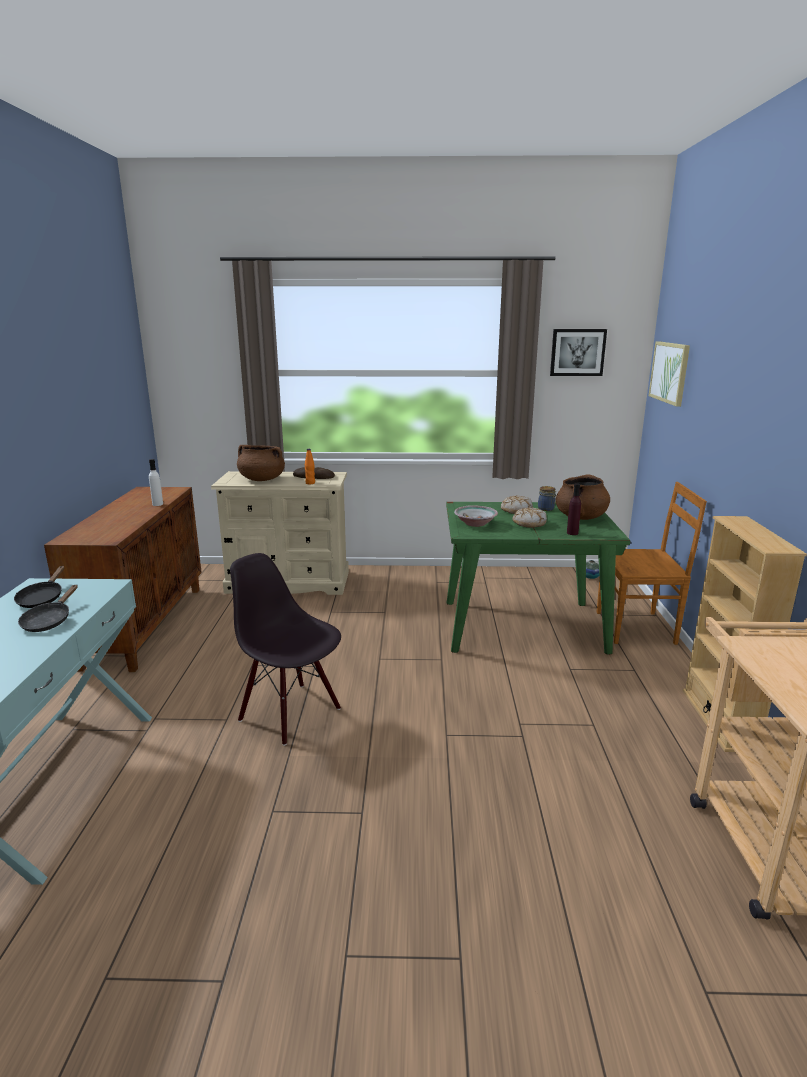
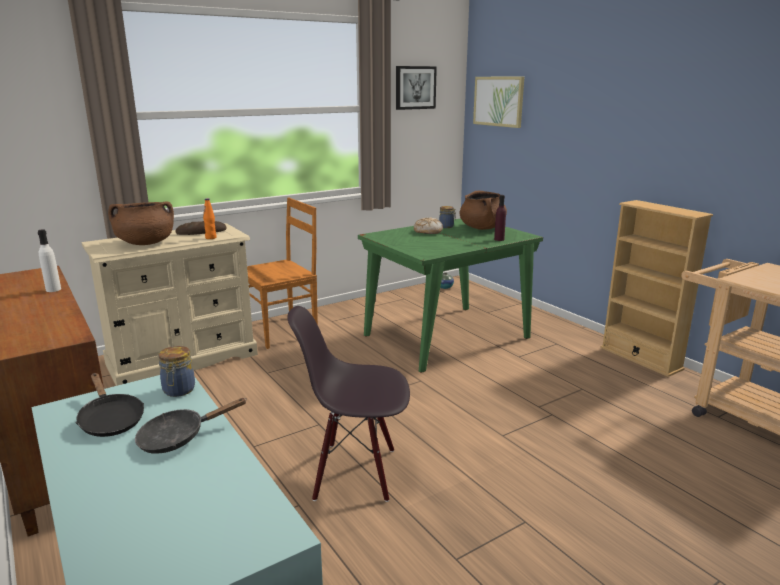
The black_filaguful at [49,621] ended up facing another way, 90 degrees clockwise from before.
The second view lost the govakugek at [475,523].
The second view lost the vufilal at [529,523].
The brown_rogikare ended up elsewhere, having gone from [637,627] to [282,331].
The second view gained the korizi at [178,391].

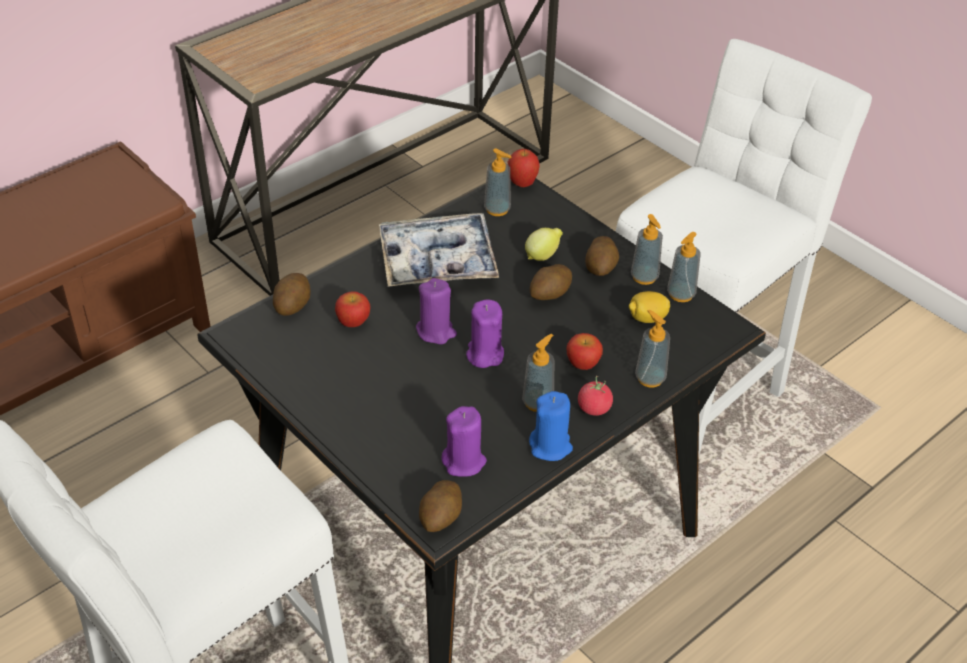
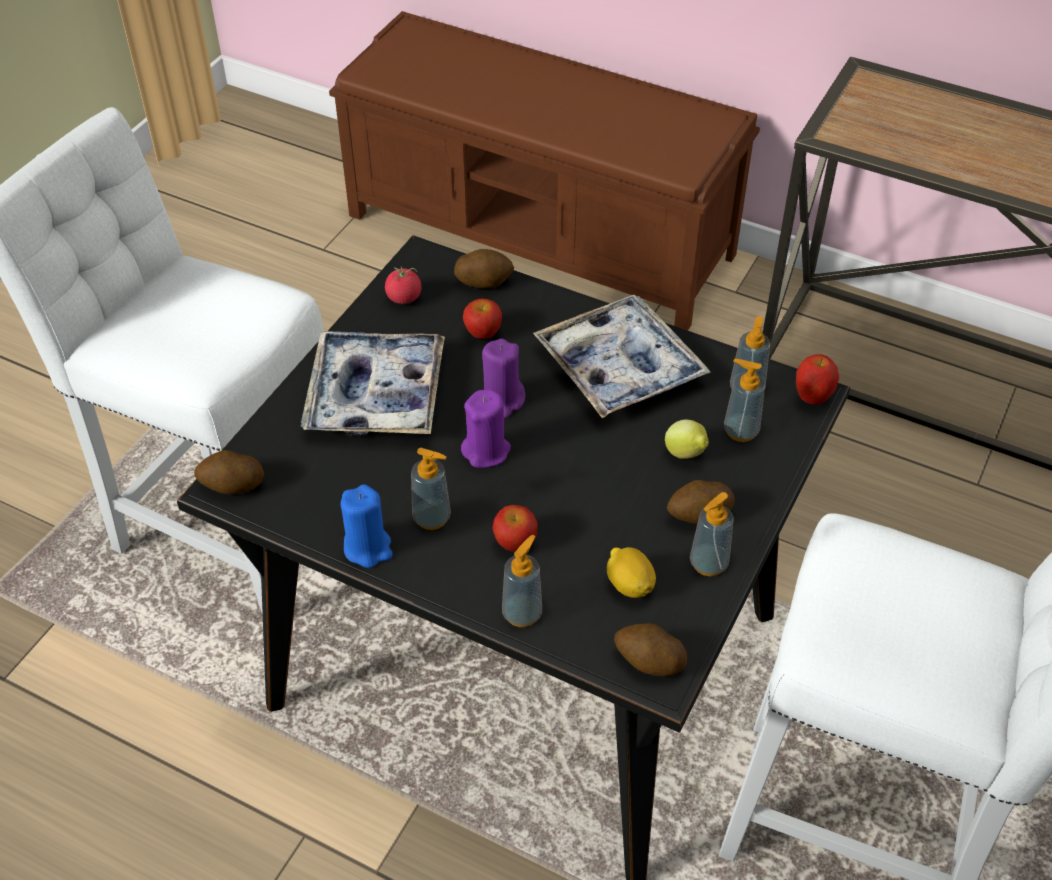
The second view lost the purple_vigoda at [464,461].
The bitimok ended up elsewhere, having gone from [549,294] to [648,661].
The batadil ended up elsewhere, having gone from [594,408] to [404,297].
The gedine ended up elsewhere, having gone from [680,294] to [740,431].
The second view gained the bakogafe at [376,394].

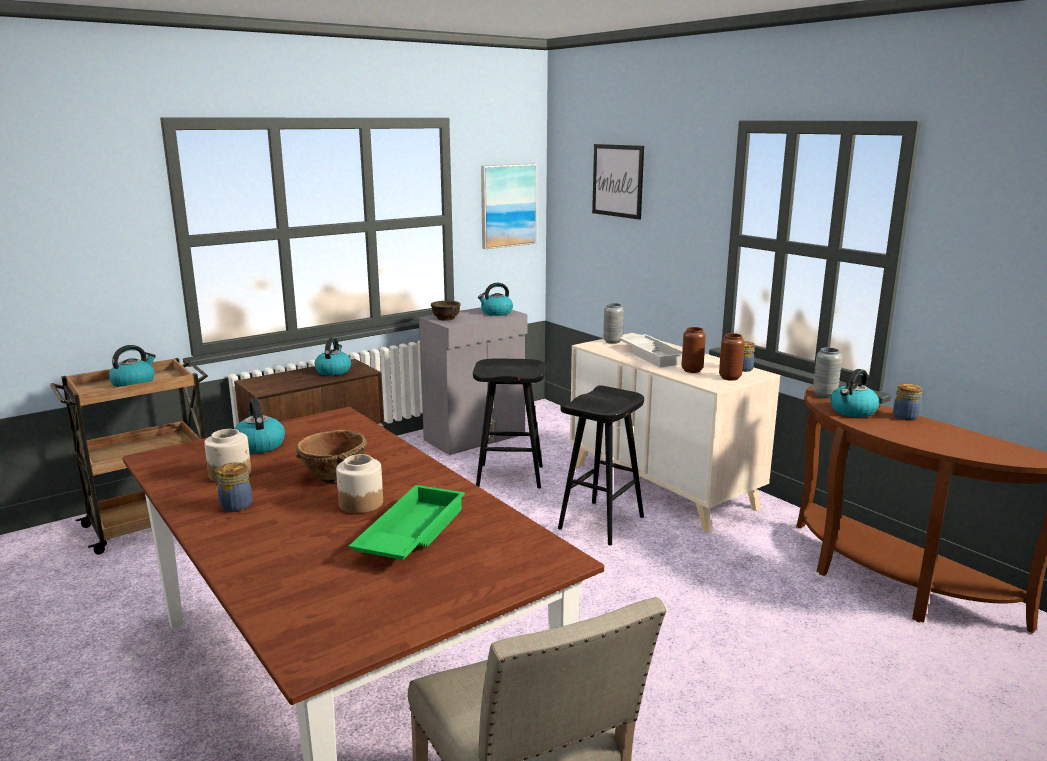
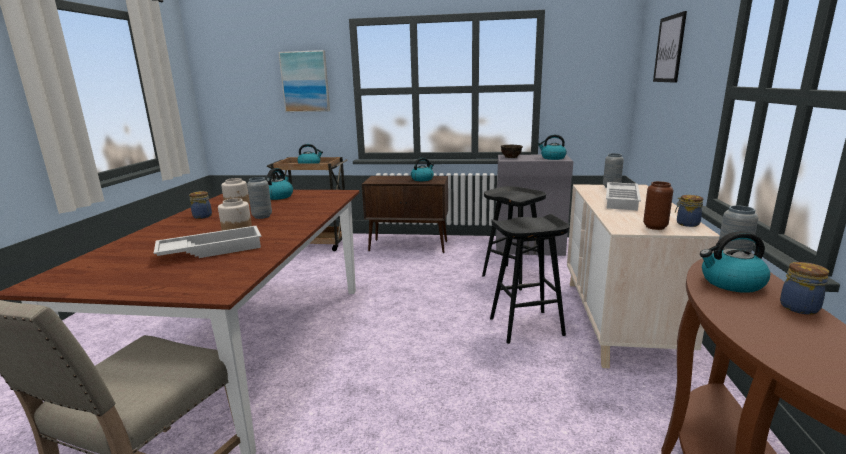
Where the brown_govakugek stood at [333,477], the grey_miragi came to stand at [262,216].
What was the green_bakogafe at [410,533] turned into the white_bakogafe at [212,249].
The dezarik ended up elsewhere, having gone from [508,205] to [305,82].
The second view lost the brown_miragi at [692,370].

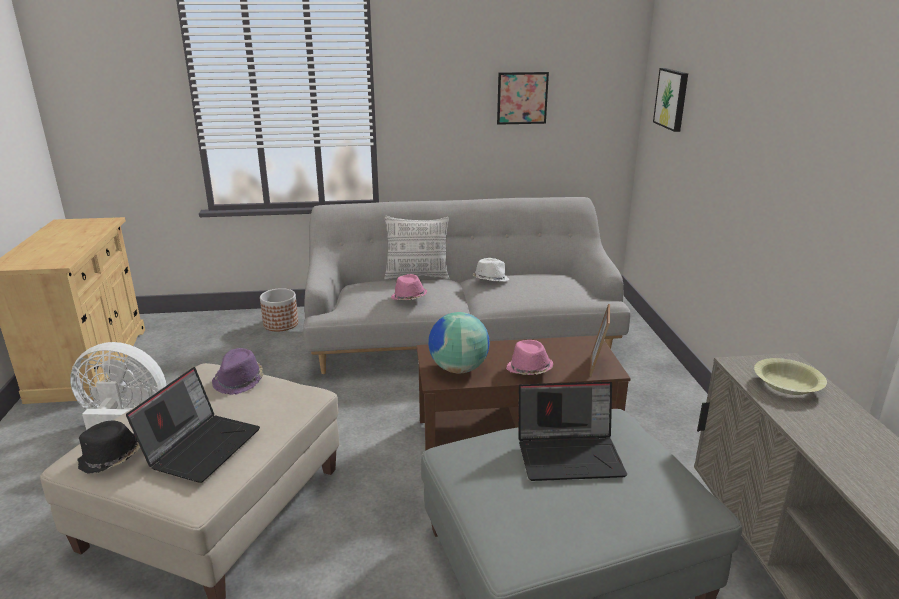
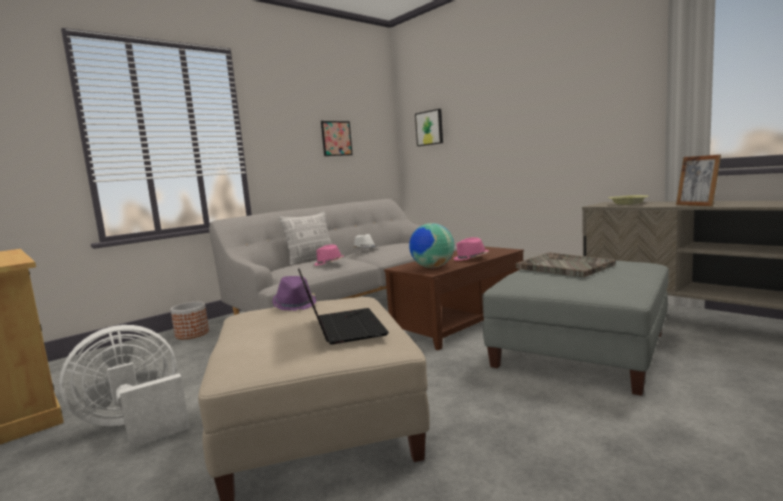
The second view lost the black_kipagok at [111,458].
Where the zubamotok stood at [570,454], the grey_bakogafe came to stand at [563,266].
The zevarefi ended up elsewhere, having gone from [597,366] to [696,205].

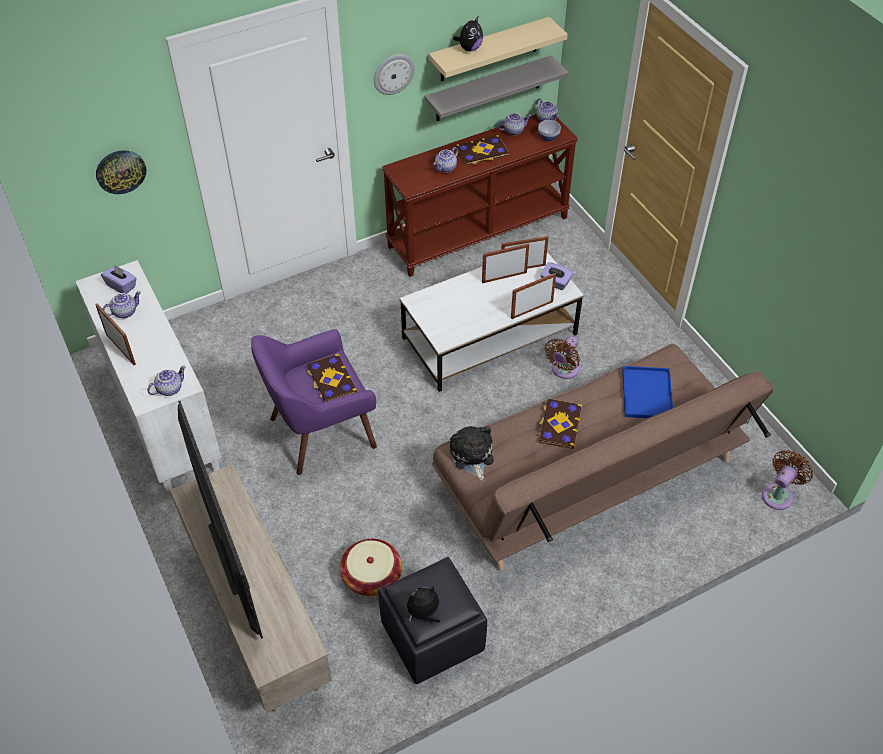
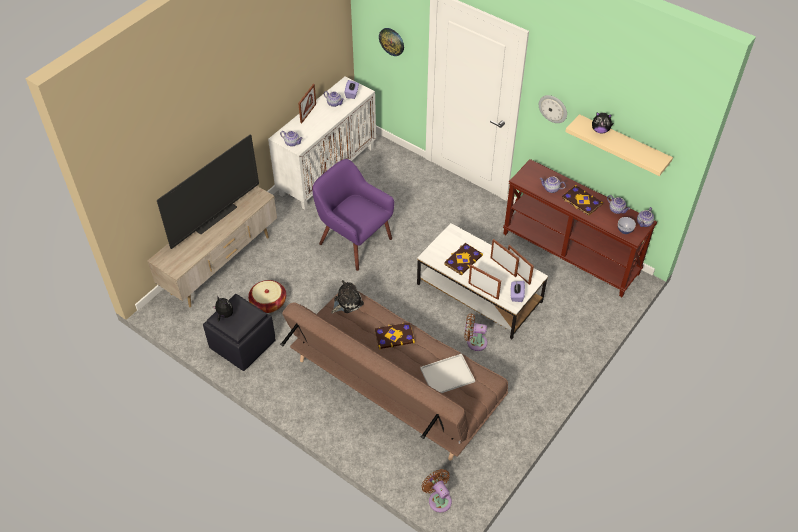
The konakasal ended up elsewhere, having gone from [331,380] to [462,259].
The second view lost the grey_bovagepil at [488,89].
What was the blue_bakogafe at [646,392] turned into the white_bakogafe at [448,374].
The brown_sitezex at [779,494] ended up facing another way, 135 degrees counterclockwise from before.

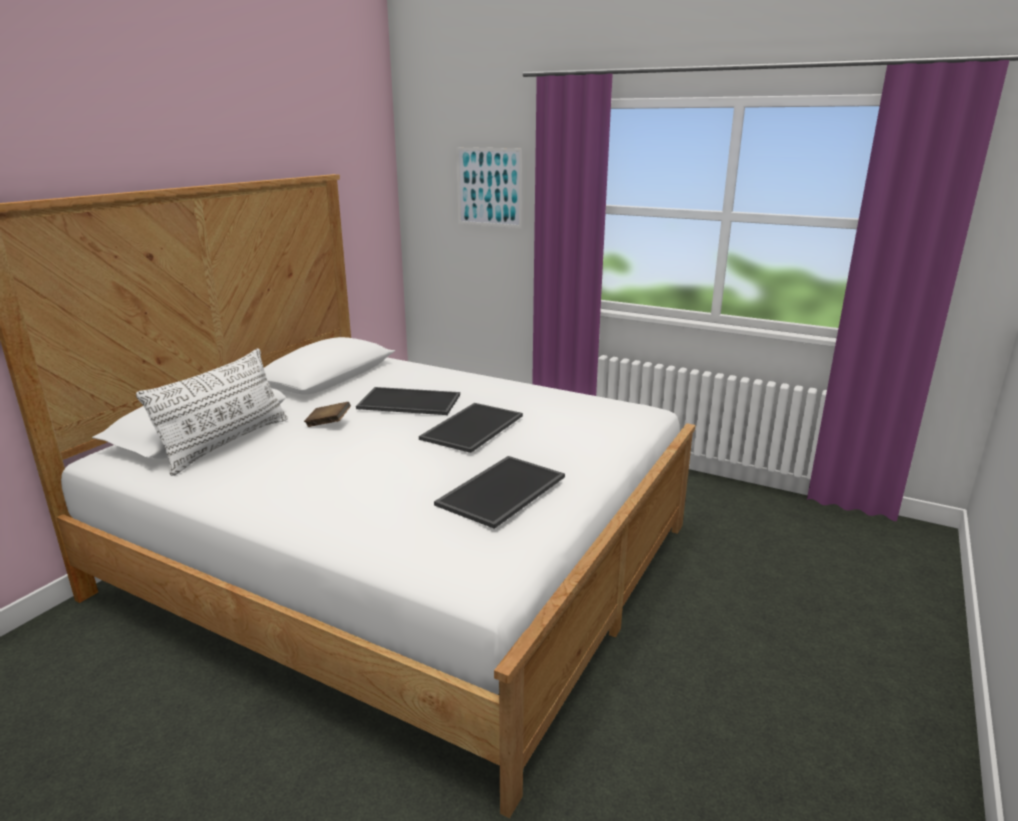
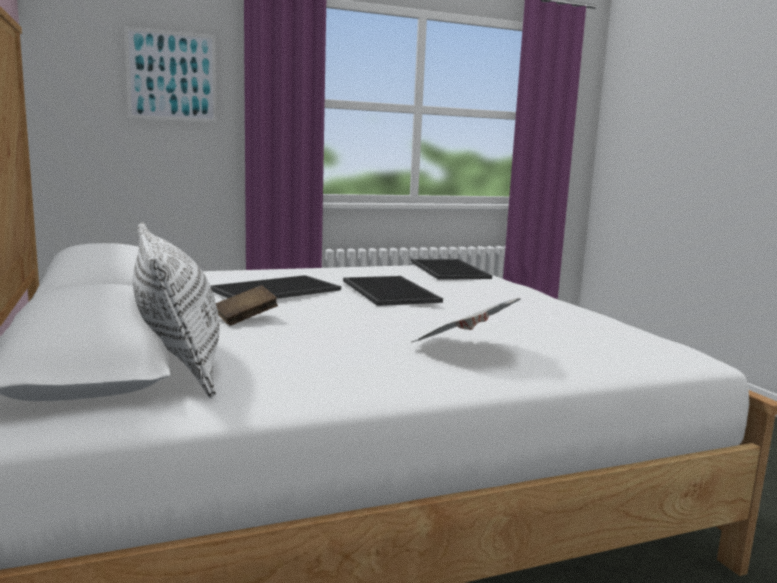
The bakogafe ended up elsewhere, having gone from [501,489] to [447,270].
The second view gained the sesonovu at [463,349].

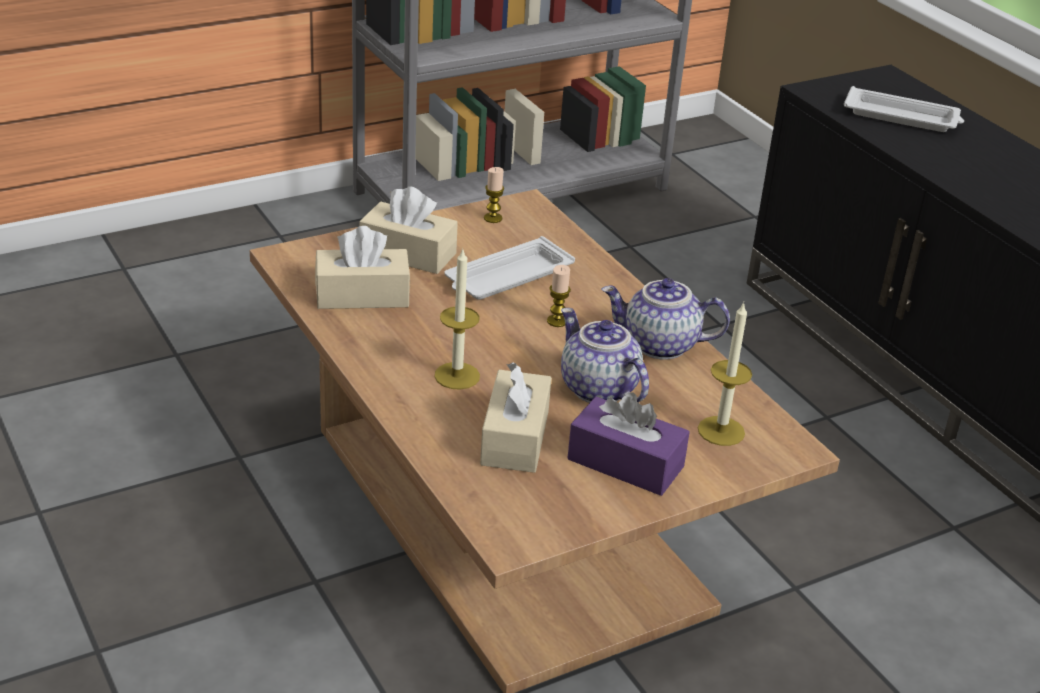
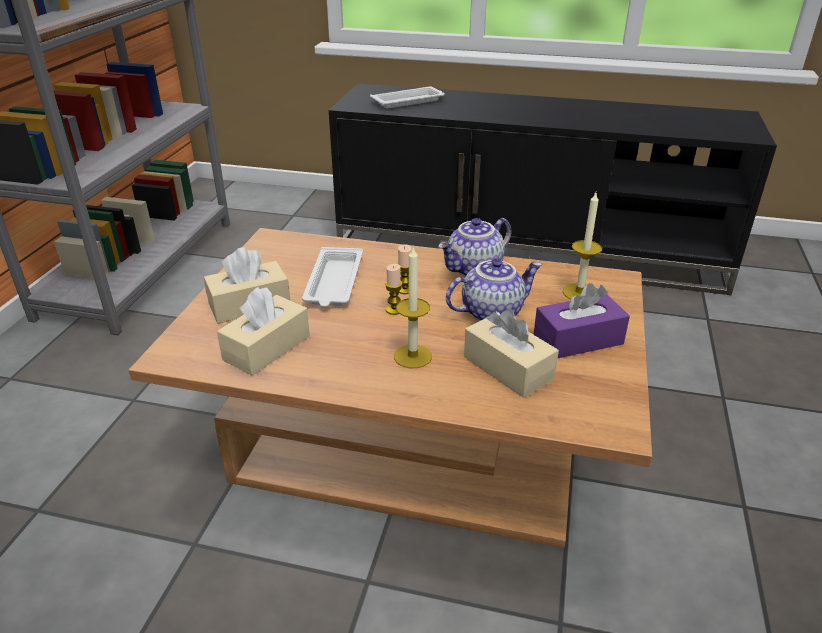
The vigoda ended up elsewhere, having gone from [493,218] to [394,310].
The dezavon at [596,389] ended up facing another way, 150 degrees clockwise from before.

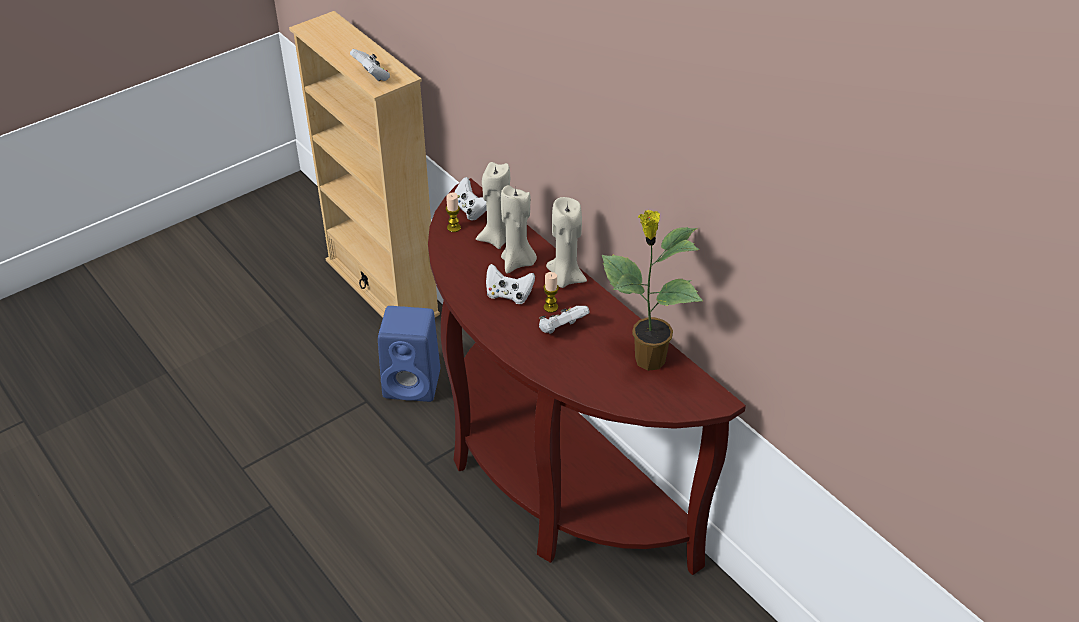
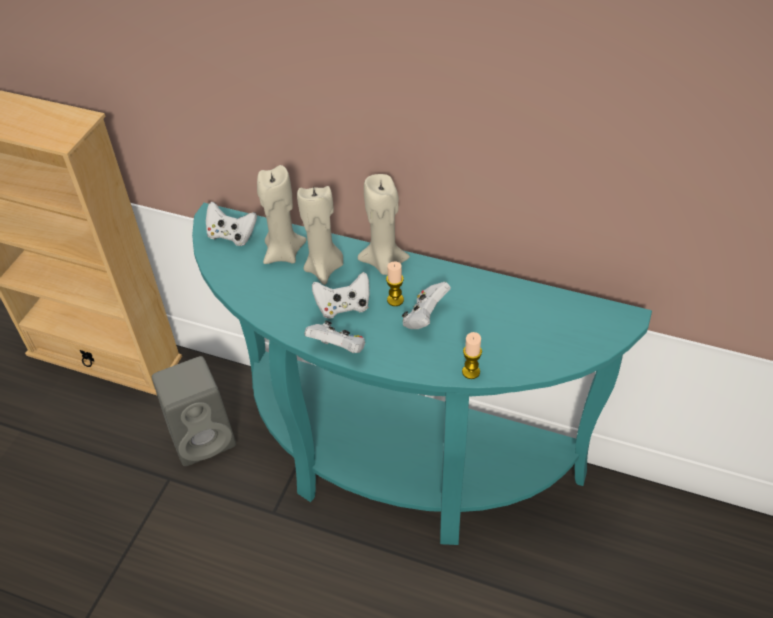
The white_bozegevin ended up elsewhere, having gone from [372,76] to [338,349].
What was the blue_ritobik at [414,383] turned into the grey_ritobik at [204,436].
What was the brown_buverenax at [547,479] turned into the turquoise_buverenax at [396,465].
The vigoda ended up elsewhere, having gone from [453,228] to [471,372].
The second view lost the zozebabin at [647,359].

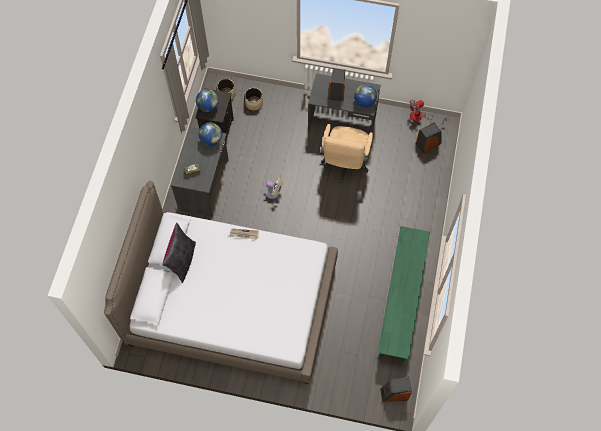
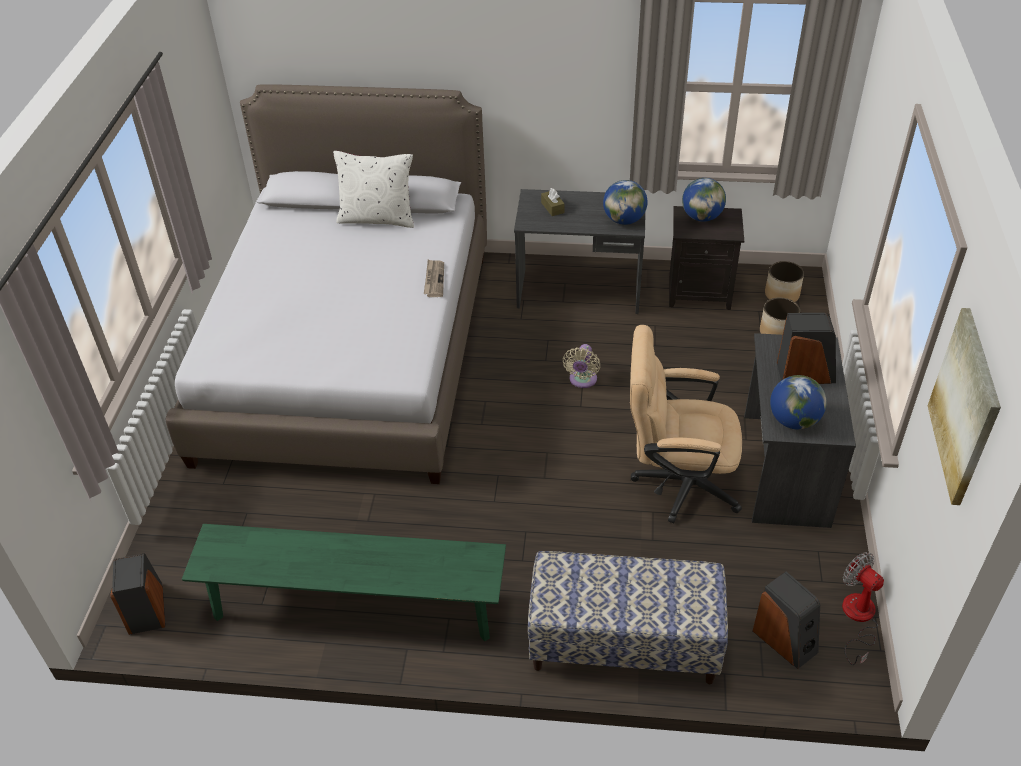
What was the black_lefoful at [182,260] turned into the white_lefoful at [377,218].
The second view gained the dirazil at [623,644].
The second view gained the dezarik at [965,406].

